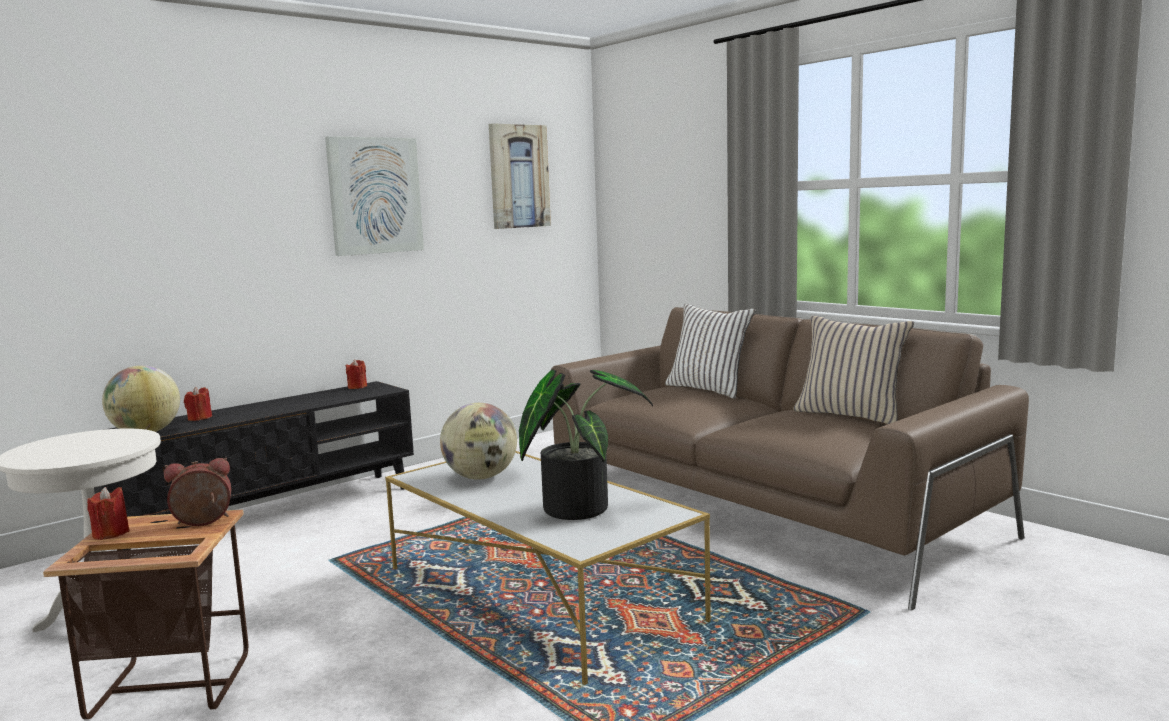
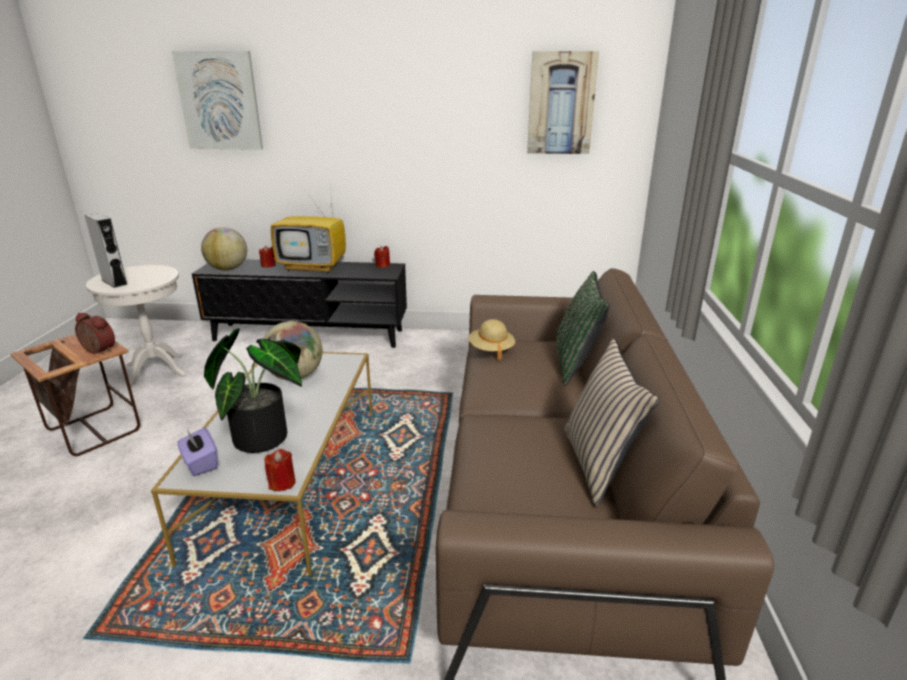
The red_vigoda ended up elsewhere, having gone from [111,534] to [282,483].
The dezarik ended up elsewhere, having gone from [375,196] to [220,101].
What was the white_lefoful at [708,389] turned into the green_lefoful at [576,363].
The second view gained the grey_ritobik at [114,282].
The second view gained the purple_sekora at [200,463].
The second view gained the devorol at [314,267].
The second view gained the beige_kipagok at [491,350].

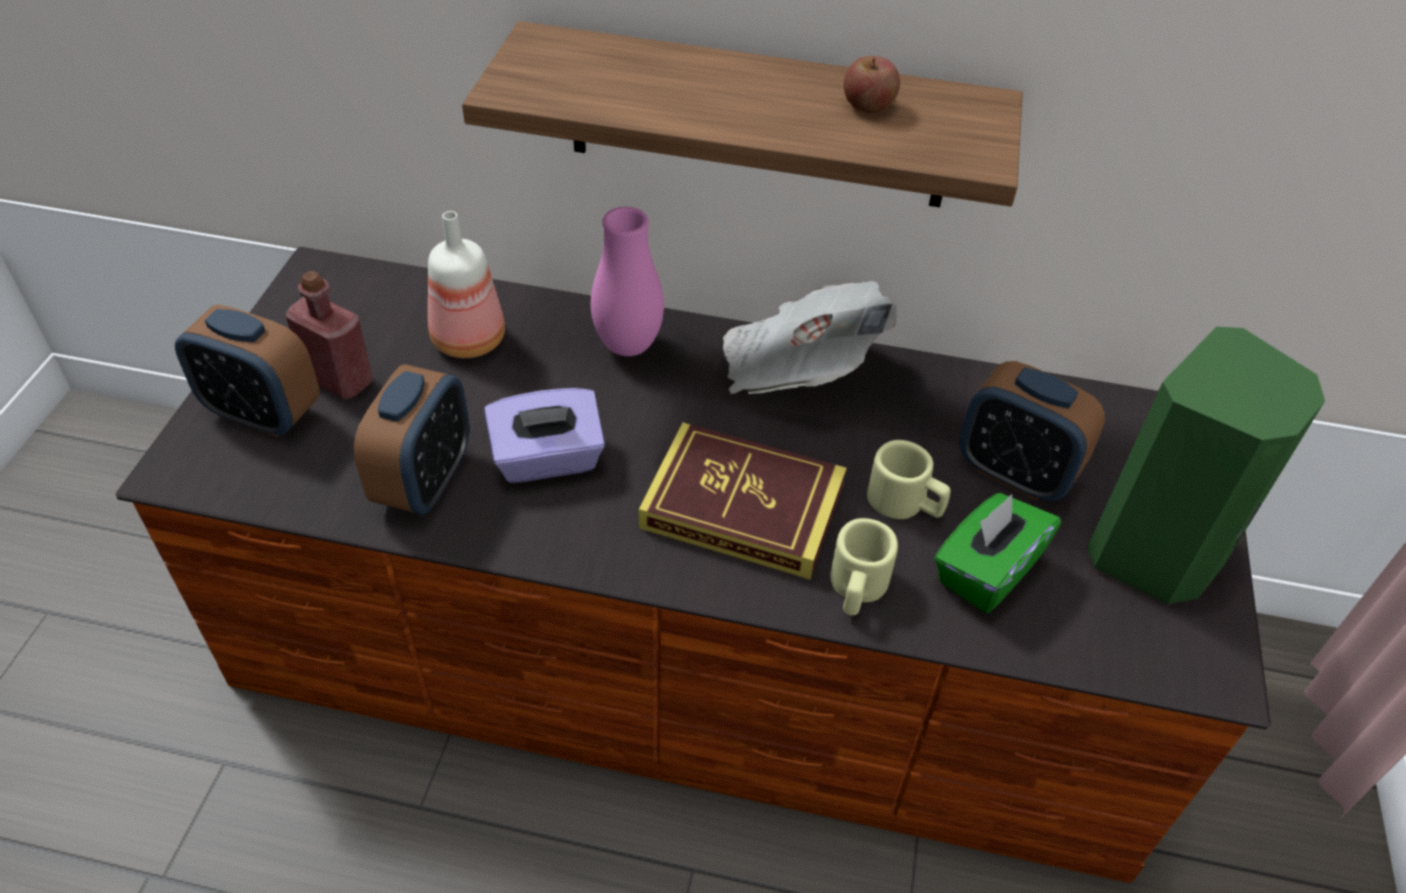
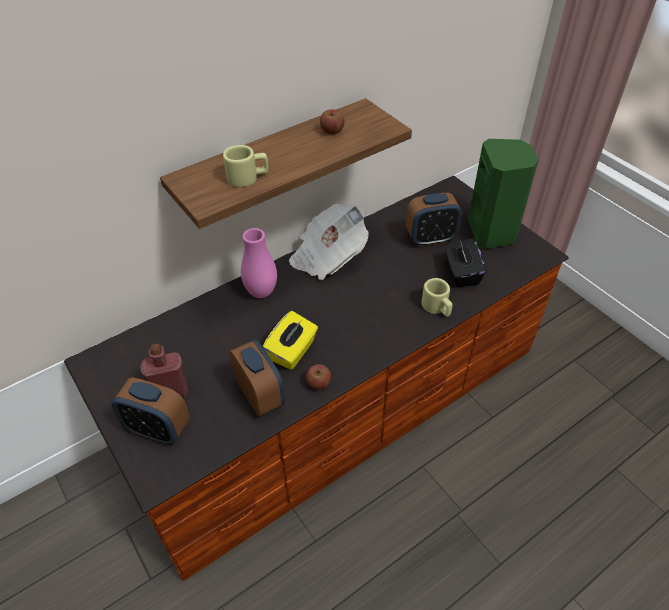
The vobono at [263,413] ended up facing another way, 45 degrees clockwise from before.
The second view lost the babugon at [466,340].
What was the purple_sekora at [548,460] turned into the yellow_sekora at [292,351].
The second view lost the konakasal at [743,507].
The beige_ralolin ended up elsewhere, having gone from [905,503] to [248,177].
What was the green_sekora at [986,571] turned into the black_sekora at [461,273].
The second view gained the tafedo at [319,383].

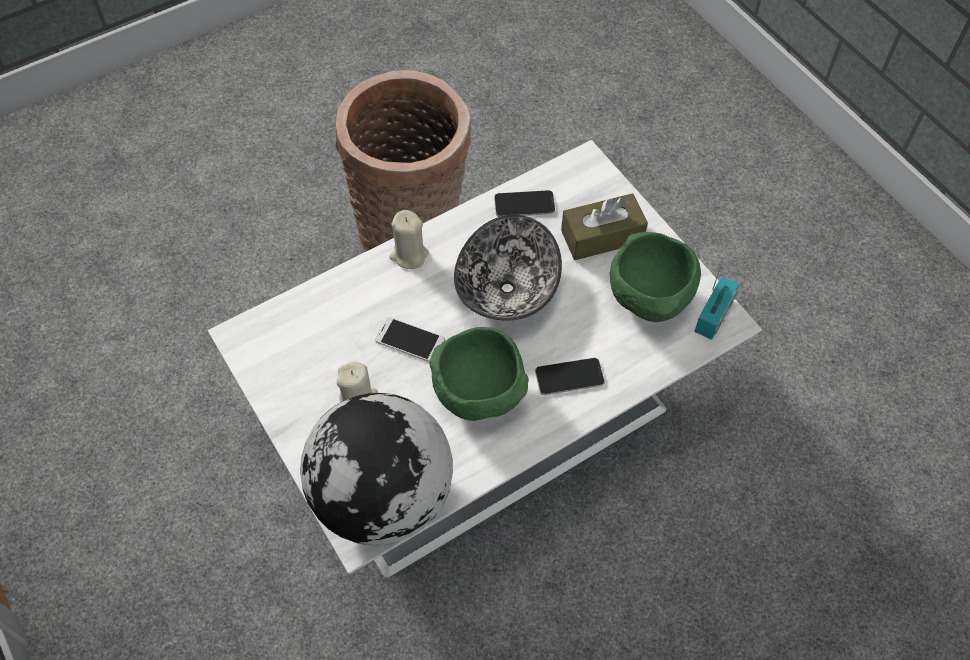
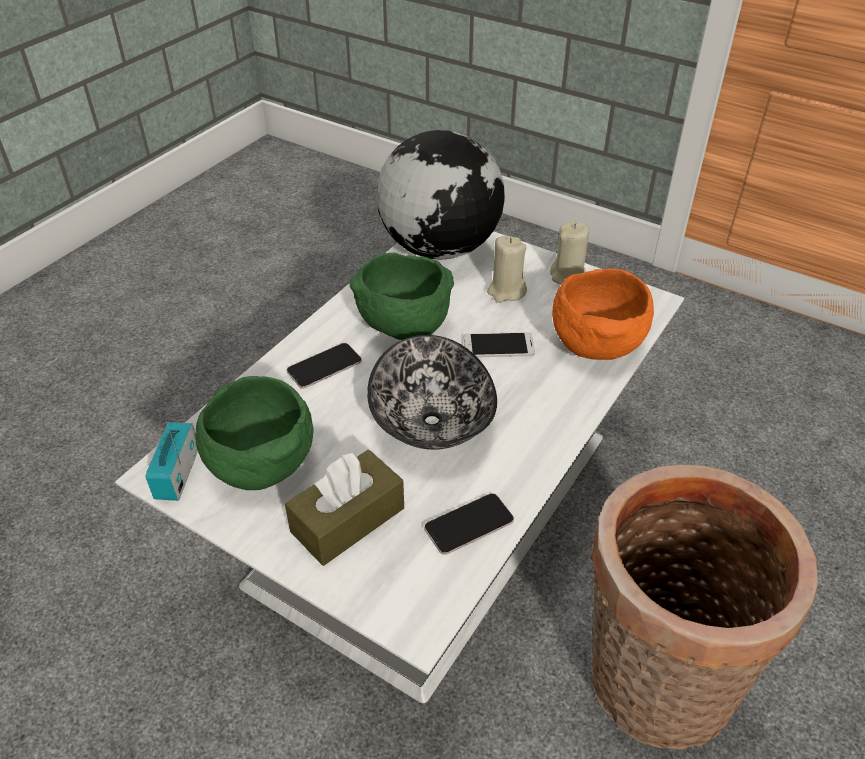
The beige_vigoda ended up elsewhere, having gone from [409,255] to [568,276].
The second view gained the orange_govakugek at [595,344].

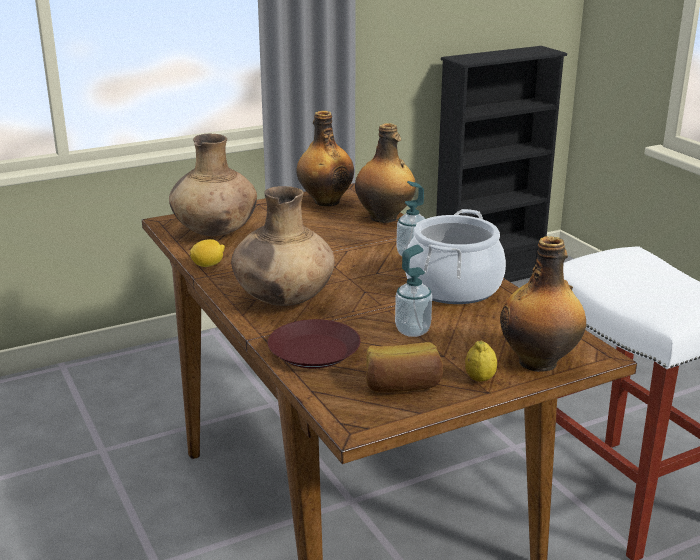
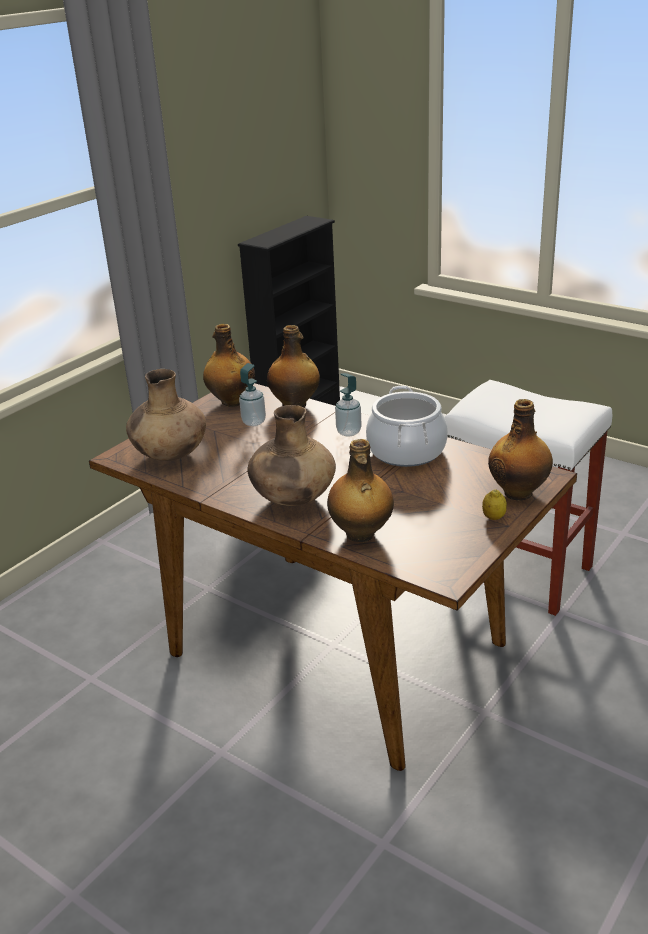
The second view lost the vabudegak at [208,265].
Where the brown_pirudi stood at [313,352], the babugon came to stand at [360,534].
The second view lost the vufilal at [402,386].
The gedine ended up elsewhere, having gone from [412,330] to [254,422].

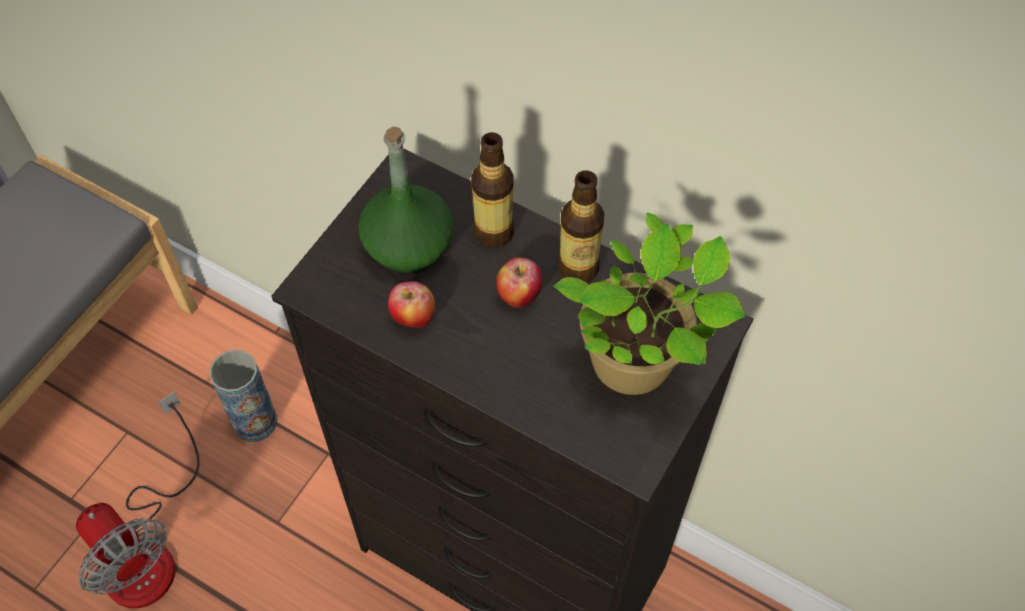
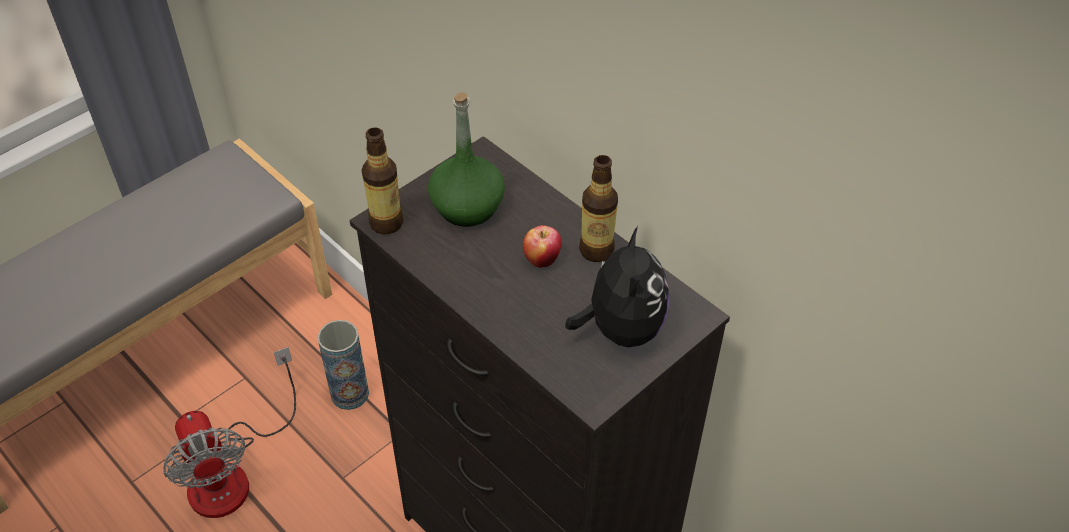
The second view lost the tafedo at [413,318].
The babugon ended up elsewhere, having gone from [493,232] to [386,223].
Where the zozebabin stood at [637,364], the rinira came to stand at [620,329].

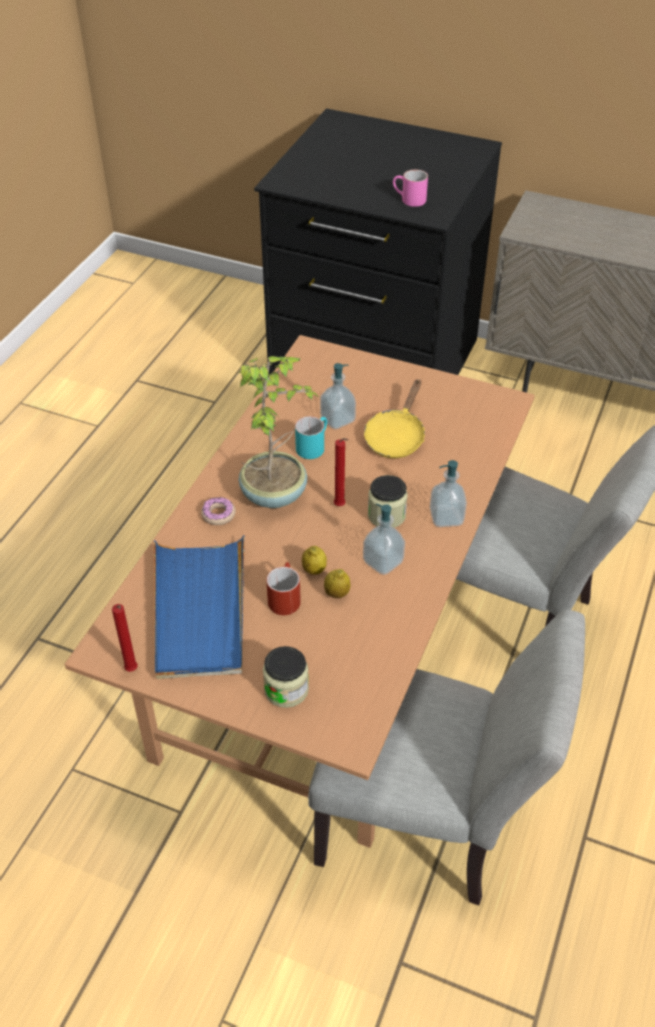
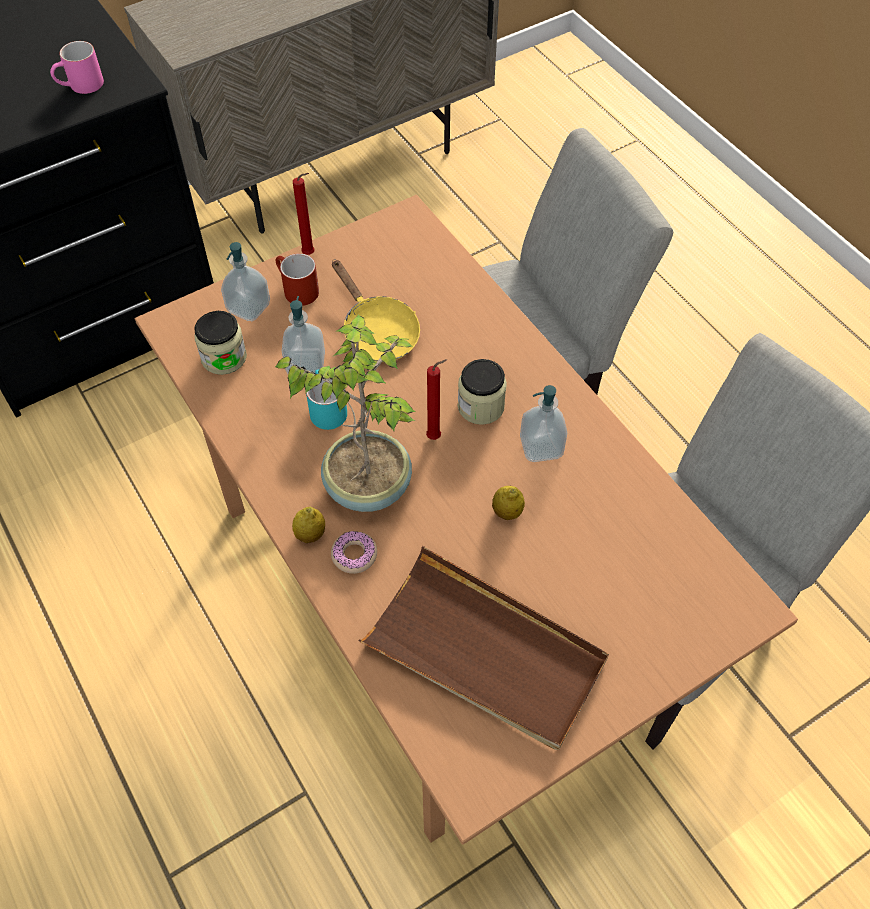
The red_vigoda ended up elsewhere, having gone from [132,671] to [310,254].
What was the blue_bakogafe at [200,610] turned into the brown_bakogafe at [485,652].
The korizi ended up elsewhere, having gone from [286,690] to [224,357].
The red_ralolin ended up elsewhere, having gone from [284,597] to [295,290].
The vabudegak ended up elsewhere, having gone from [337,593] to [310,534].
The gedine ended up elsewhere, having gone from [446,517] to [248,307].

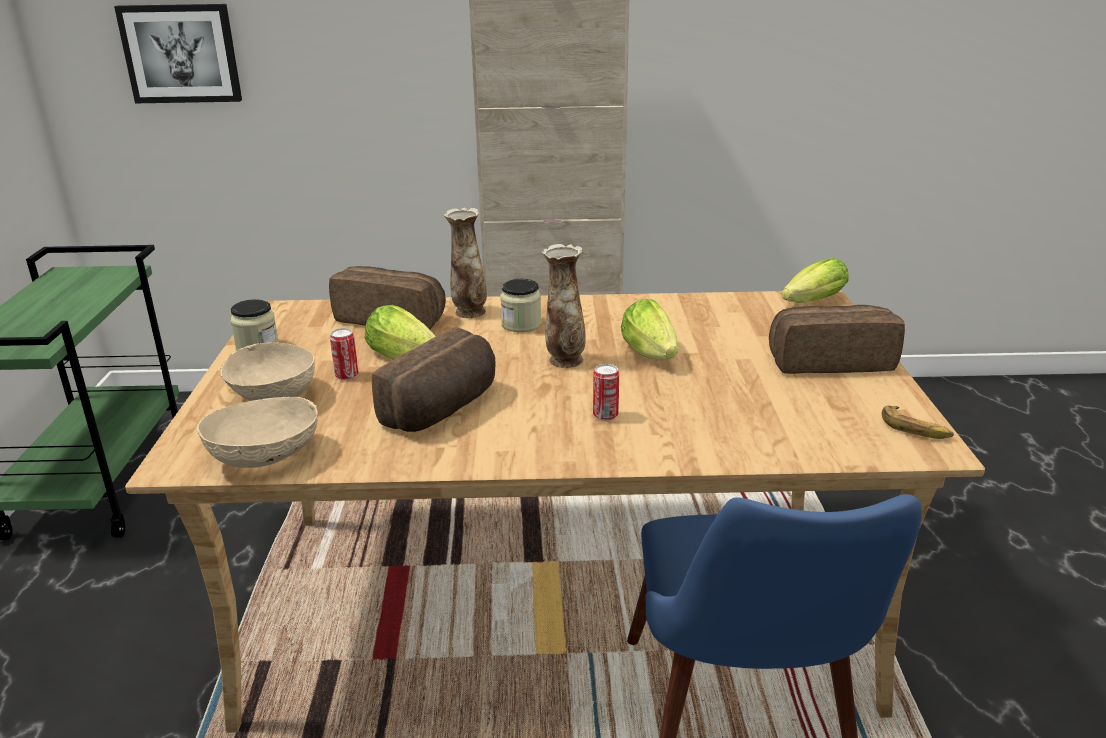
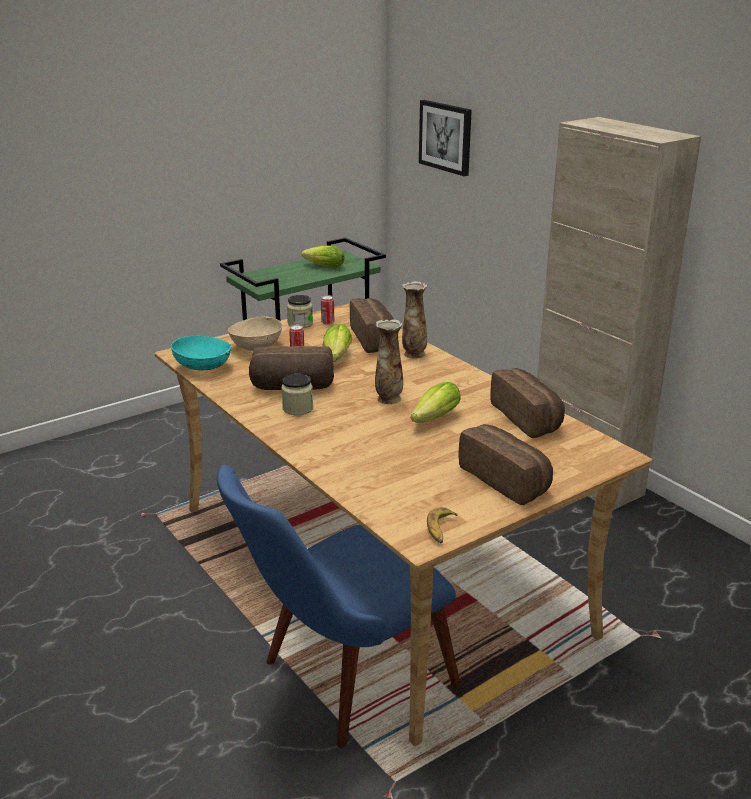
What was the beige_govakugek at [265,456] turned into the turquoise_govakugek at [203,367].
The korizi ended up elsewhere, having gone from [521,324] to [297,408].
The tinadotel ended up elsewhere, having gone from [605,415] to [327,322].
The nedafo ended up elsewhere, having gone from [810,303] to [322,266].
The second view gained the vufilal at [528,418].

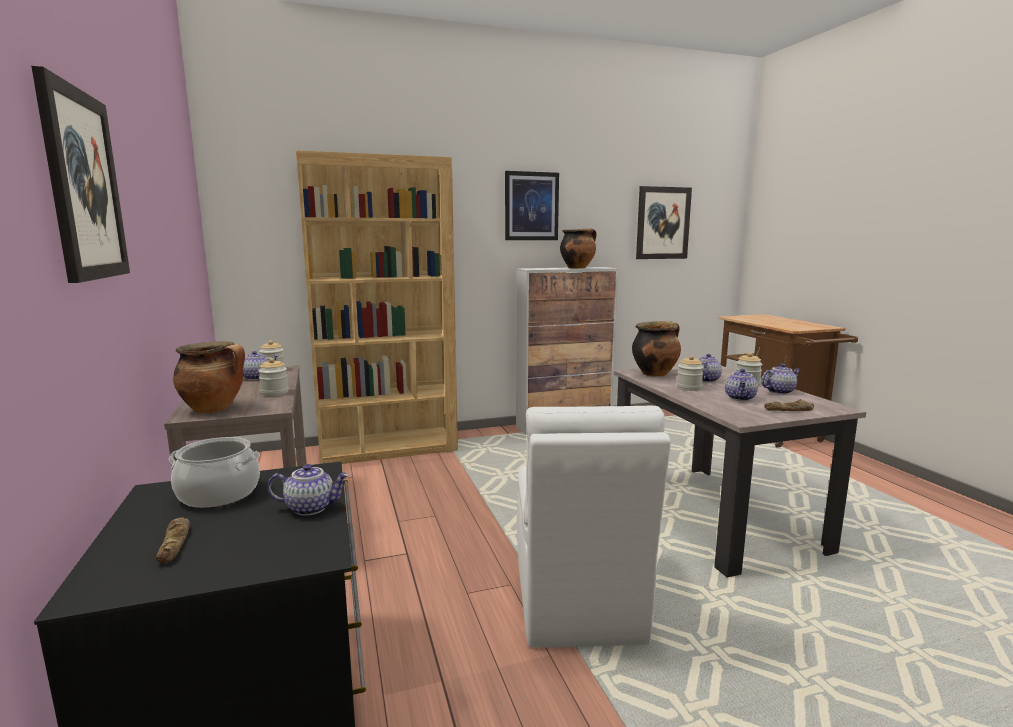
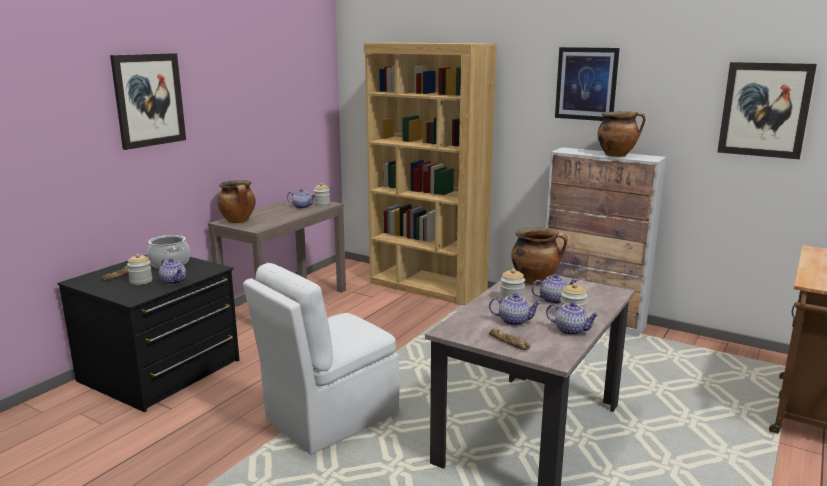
The korizi ended up elsewhere, having gone from [274,392] to [141,281].
The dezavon at [741,398] ended up facing another way, 150 degrees counterclockwise from before.

